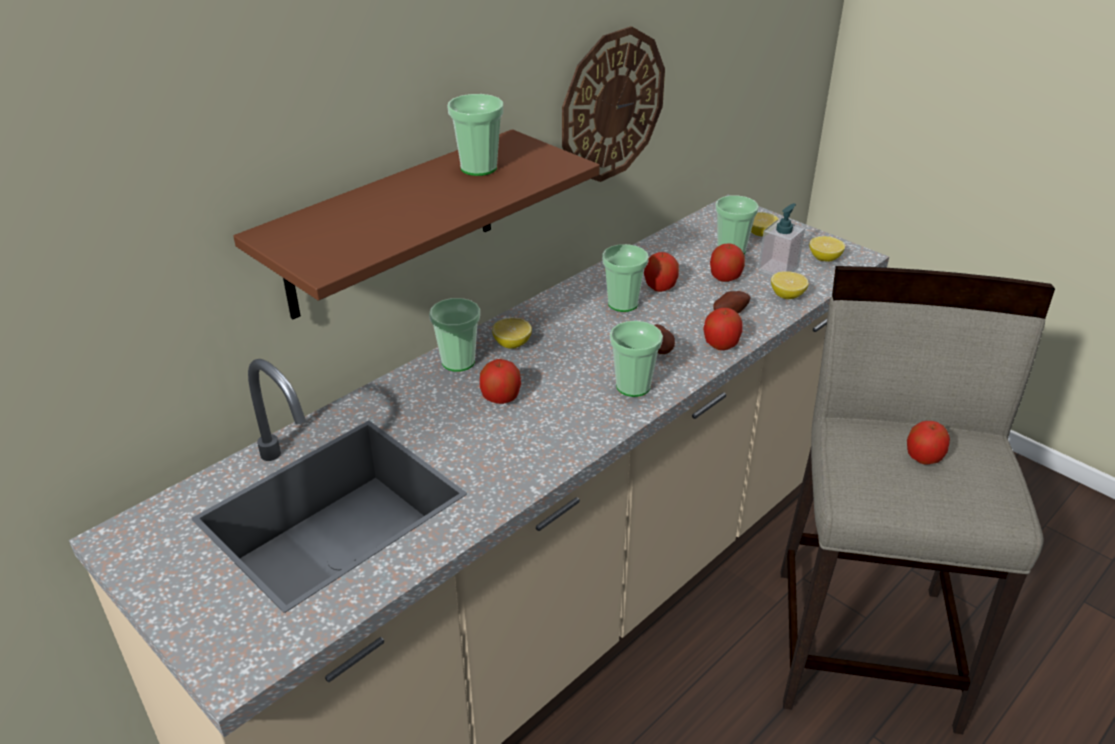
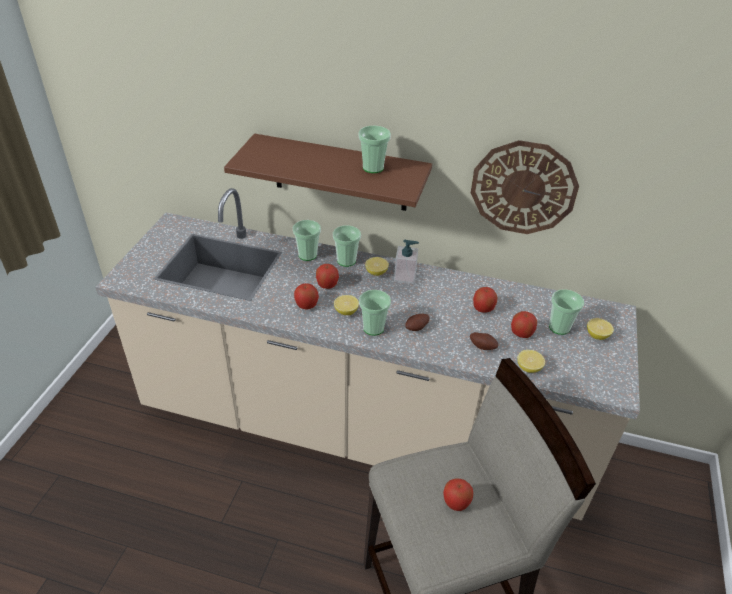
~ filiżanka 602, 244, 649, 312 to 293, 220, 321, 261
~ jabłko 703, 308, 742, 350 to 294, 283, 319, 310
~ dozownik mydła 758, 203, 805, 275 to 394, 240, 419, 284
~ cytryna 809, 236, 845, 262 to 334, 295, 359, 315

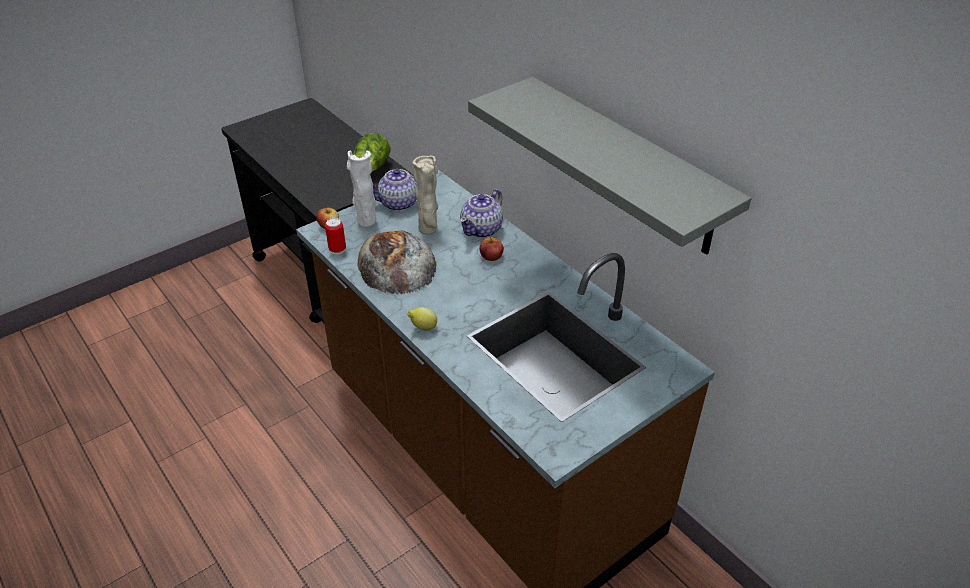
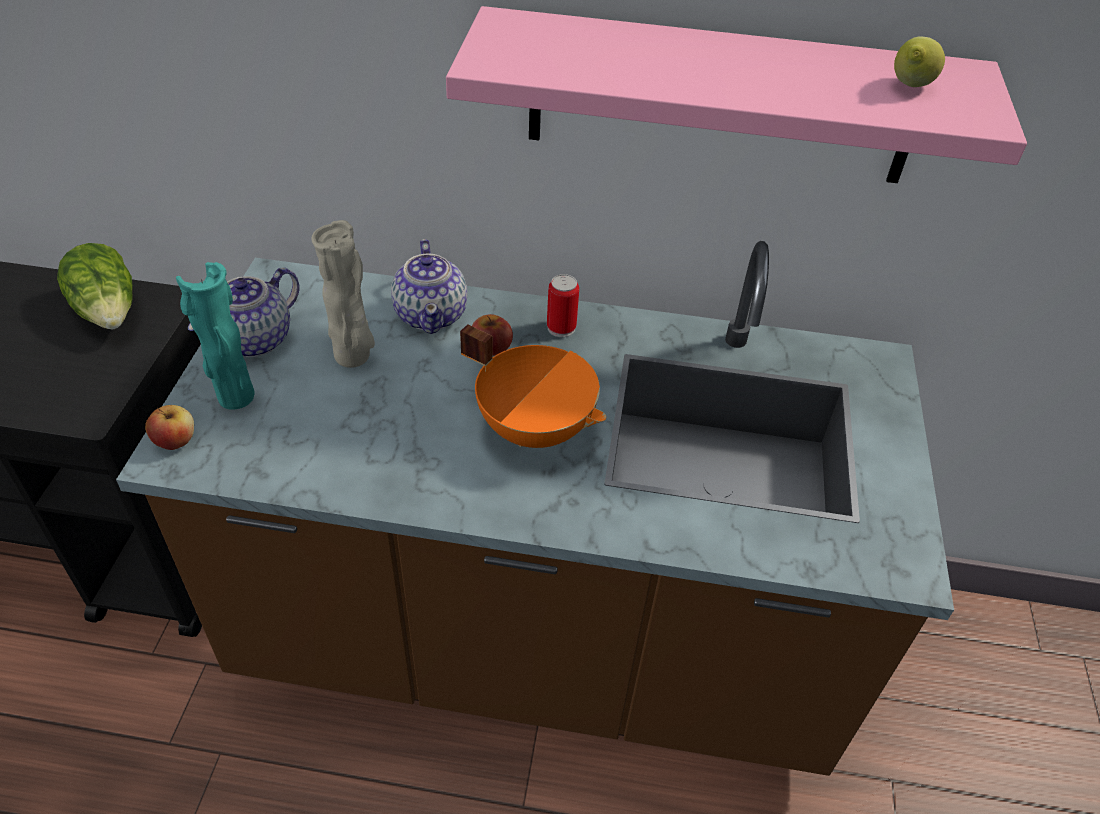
- chleb 357, 230, 437, 294
+ garnek [pomarańczowy] 460, 324, 606, 448
~ puszka 325, 218, 346, 254 to 547, 274, 579, 337
~ cytryna 408, 307, 437, 331 to 894, 36, 945, 87
~ wazon [biały] 347, 150, 376, 227 to wazon [turkusowy] 176, 262, 255, 410
~ półka [szary] 468, 77, 752, 255 to półka [różowy] 446, 6, 1027, 183

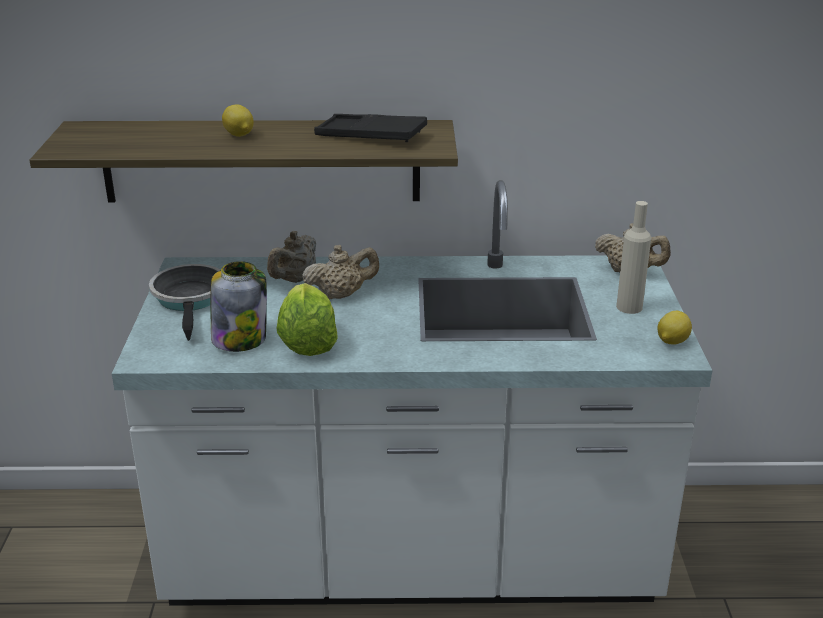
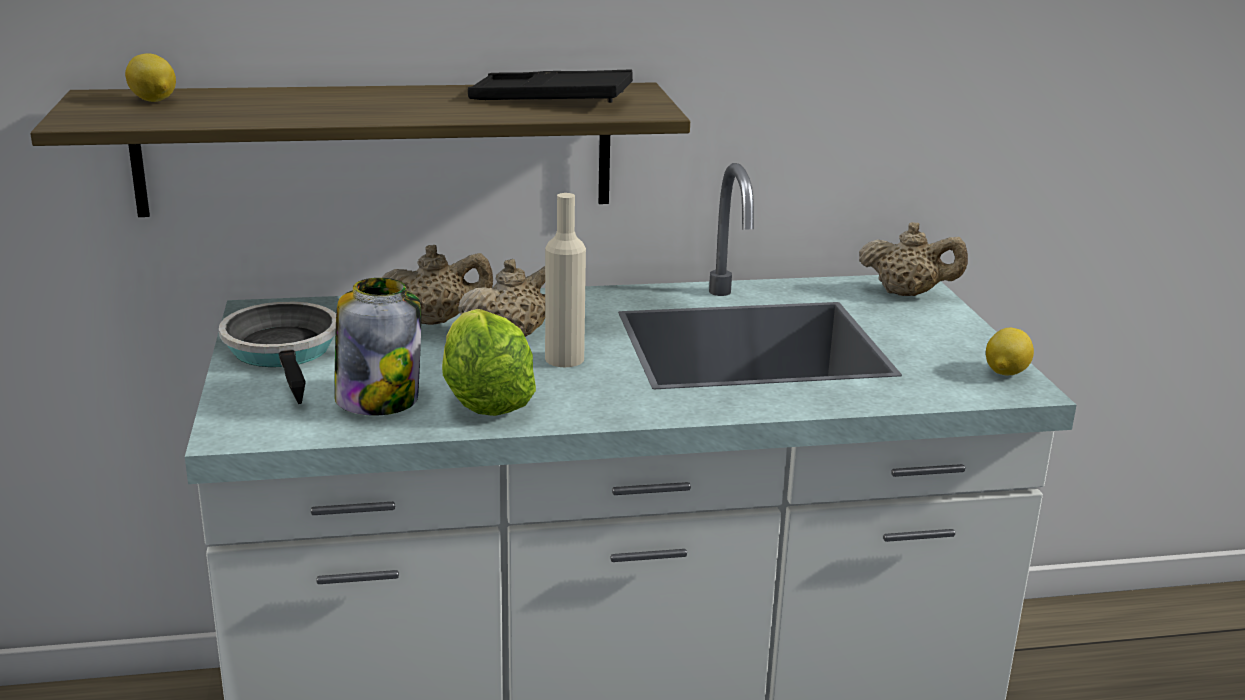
~ cytryna 222, 105, 254, 137 to 125, 53, 176, 102
~ butelka [beżowy] 616, 201, 651, 314 to 545, 193, 586, 367
~ imbryk [beżowy] 267, 231, 316, 283 = 382, 245, 493, 325 120 degrees counterclockwise

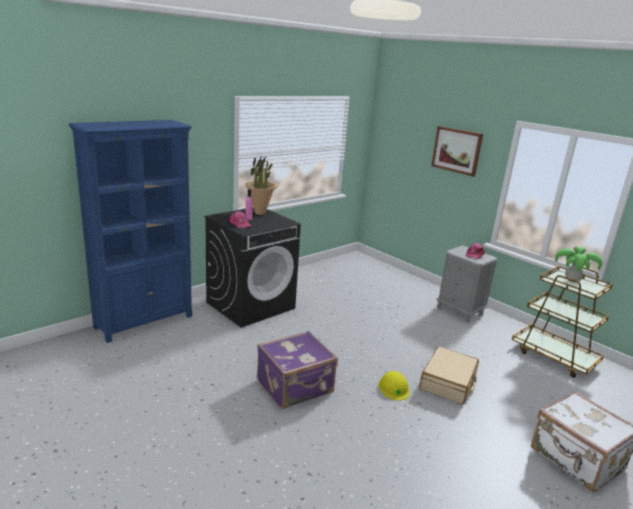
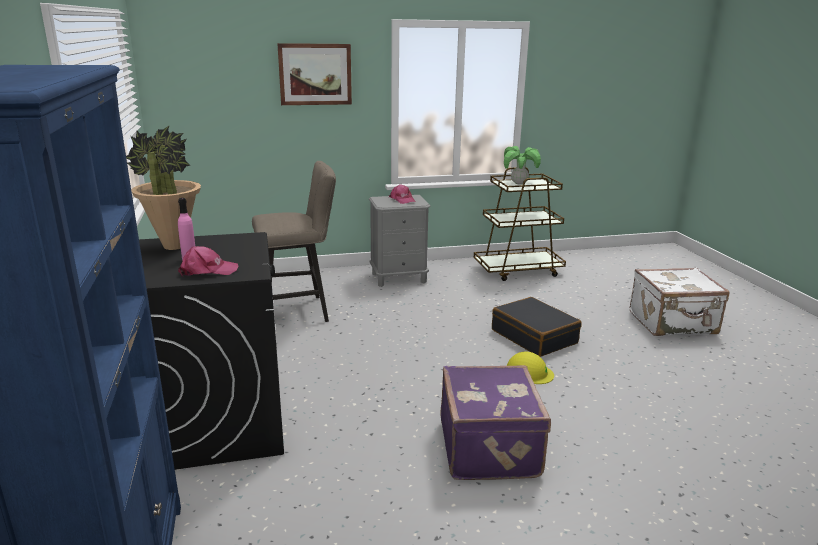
+ stołek [beżowy] 252, 161, 336, 322
~ walizka [beżowy] 420, 346, 479, 404 to walizka [czarny] 492, 297, 582, 357

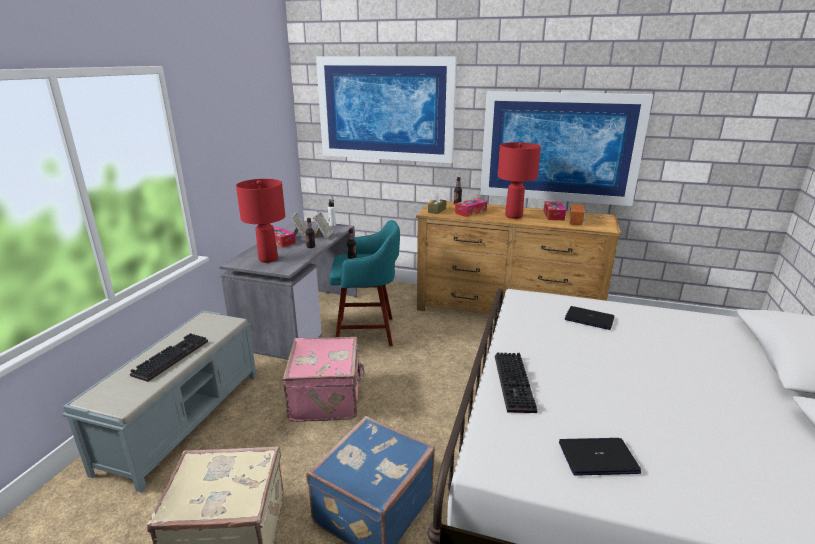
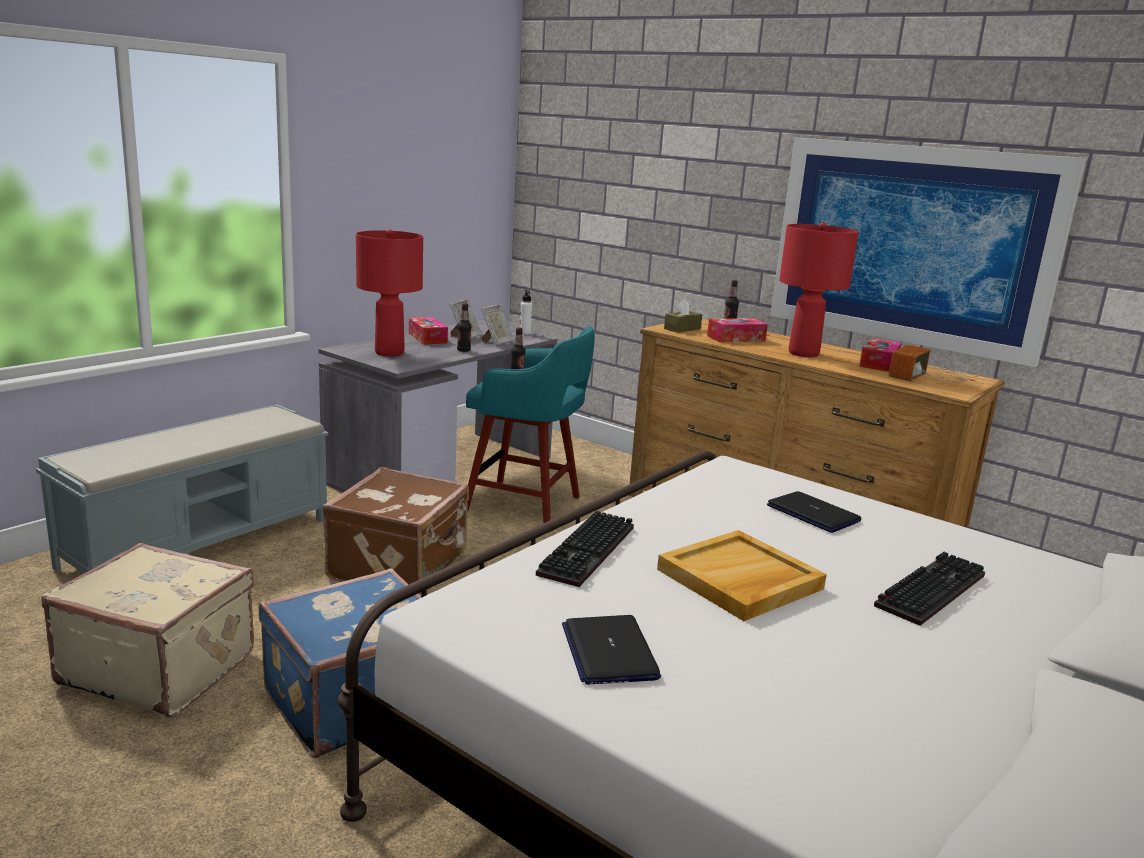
- obraz 316, 57, 457, 163
+ taca [beżowy] 657, 530, 827, 621
~ klawiatura 130, 333, 208, 382 to 874, 551, 985, 626
~ walizka [różowy] 282, 337, 365, 422 to walizka [brązowy] 322, 467, 469, 595
~ laptop 559, 438, 641, 476 = 562, 615, 661, 685 120 degrees counterclockwise

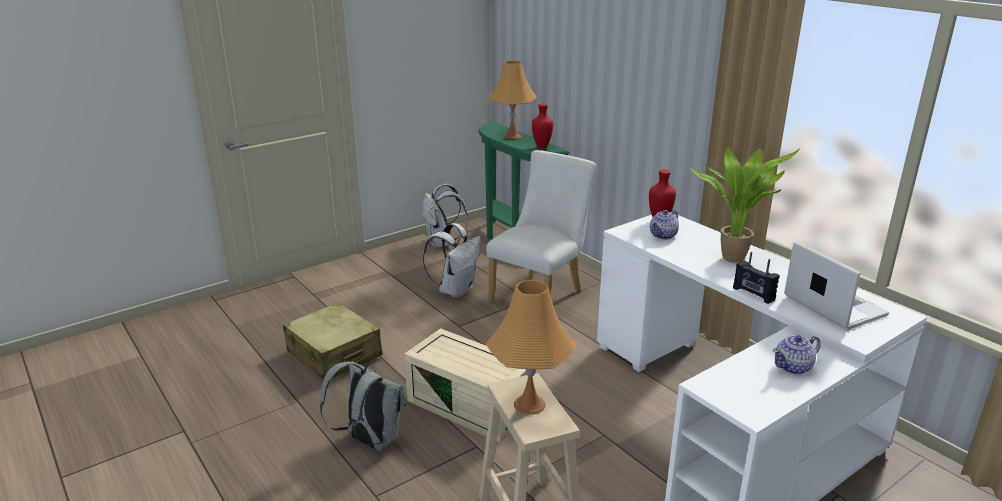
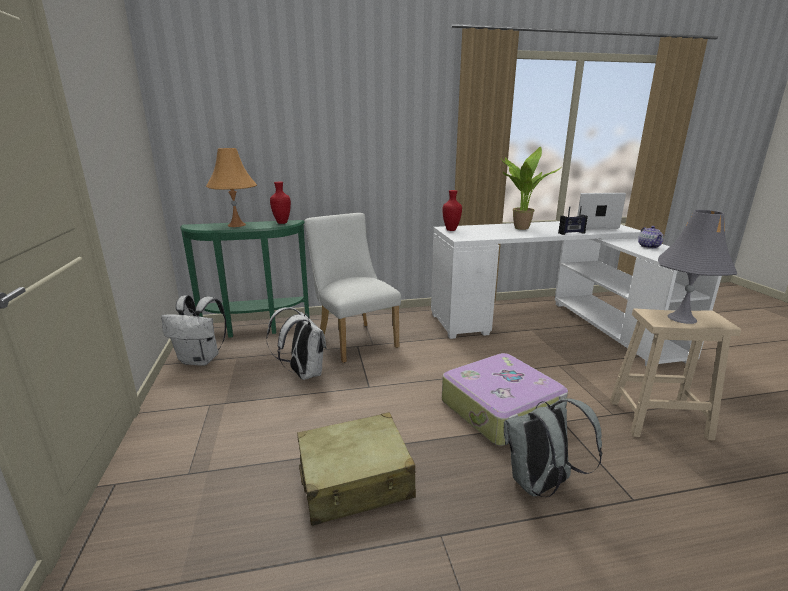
- imbryk 650, 210, 679, 240
~ pojemnik do przechowywania [beżowy] 404, 328, 526, 443 to walizka 442, 353, 568, 446
~ lampa stołowa [pomarańczowy] 486, 280, 576, 415 to lampa stołowa [szary] 658, 210, 737, 324

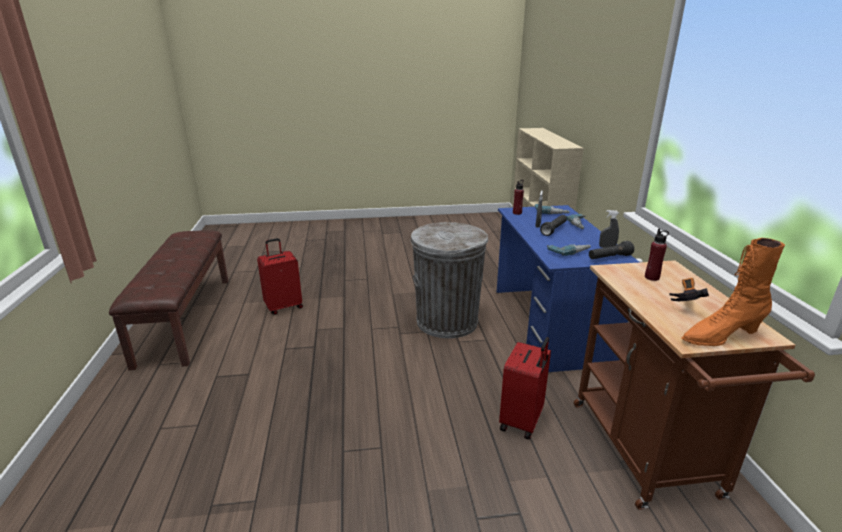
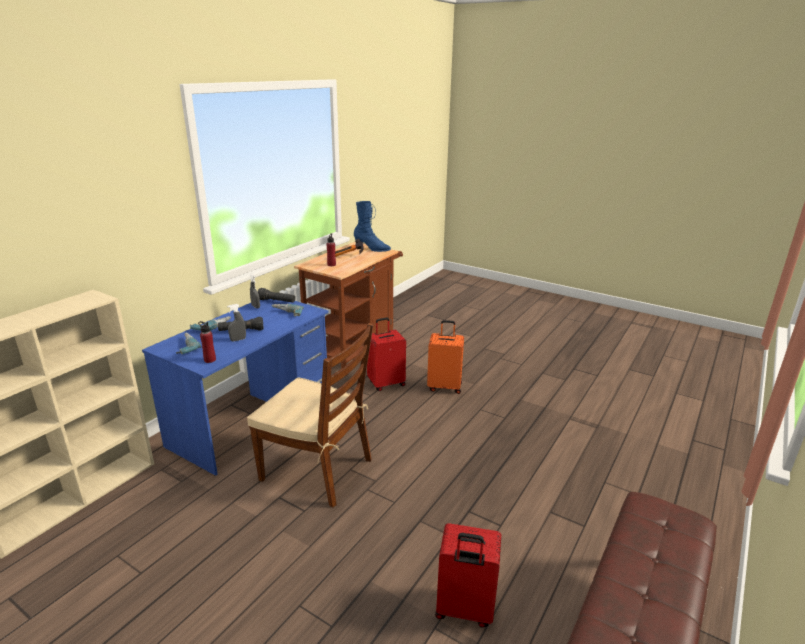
+ walizka [pomarańczowy] 427, 320, 464, 394
~ kosz na śmieci [szary] 411, 222, 488, 338 to krzesło [brązowy] 247, 323, 373, 508
~ but z cholewką [pomarańczowy] 681, 238, 785, 346 to but z cholewką [niebieski] 354, 201, 391, 252

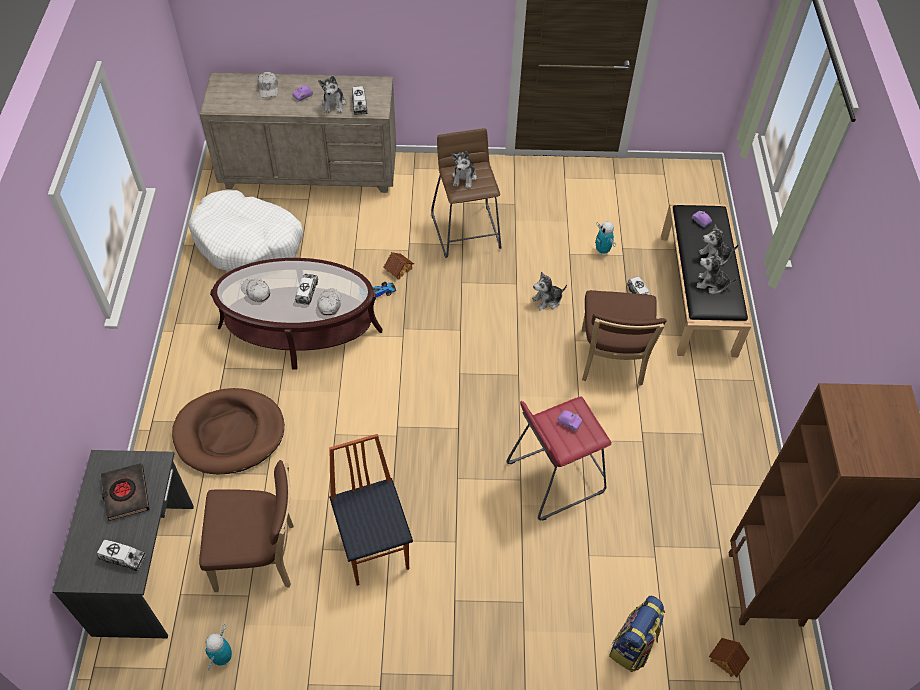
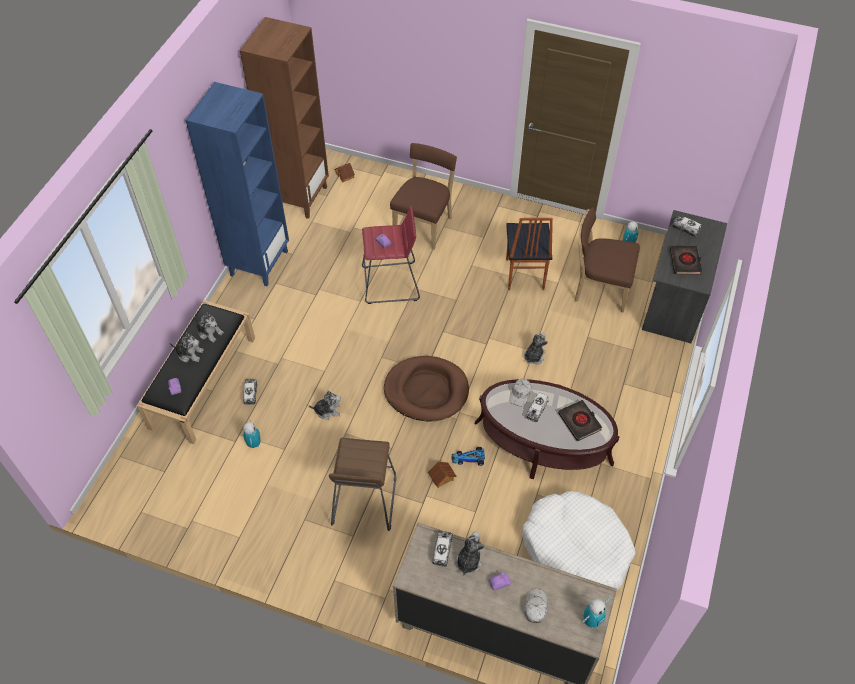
- plecak 609, 596, 665, 672
+ regał [niebieski] 185, 82, 289, 286
+ robot zabawkowy 581, 597, 611, 628
~ legowisko [brązowy] 172, 388, 284, 474 to 384, 356, 469, 421
~ pluszak 451, 152, 477, 189 to 524, 333, 548, 365
~ krzesło [brązowy] 582, 290, 667, 386 to 390, 143, 457, 249
~ czapka z daszkiem [biały] 241, 279, 270, 302 to książka [czarny] 558, 400, 602, 441

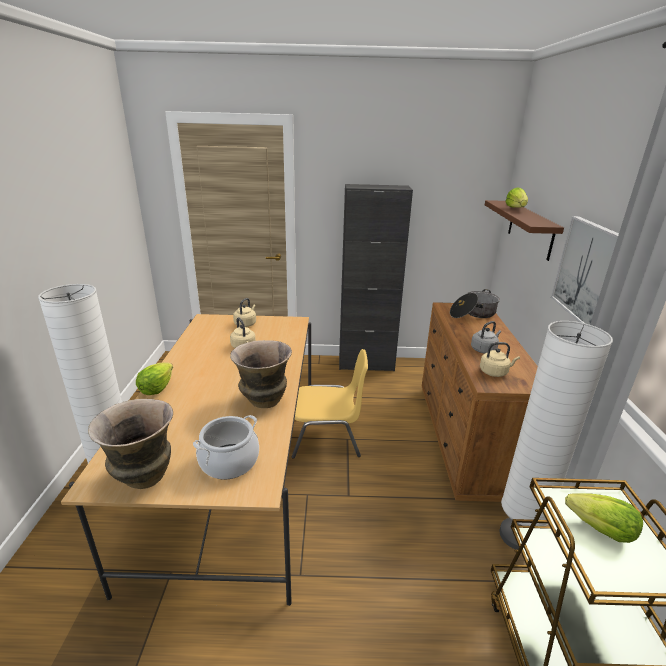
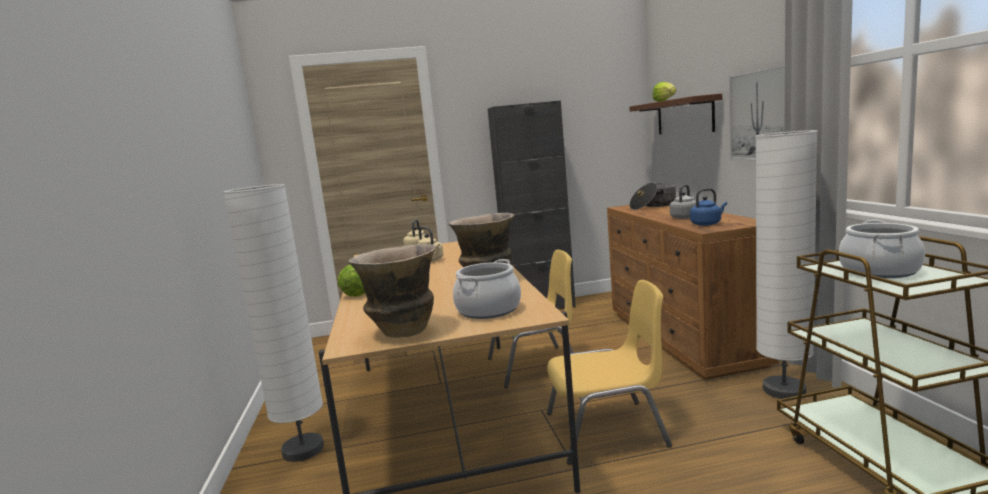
+ krzesło [żółty] 547, 280, 672, 465
~ sałata 565, 493, 643, 543 to garnek 839, 220, 925, 278
~ czajnik [beżowy] 480, 342, 520, 377 to czajnik [niebieski] 690, 188, 727, 226

